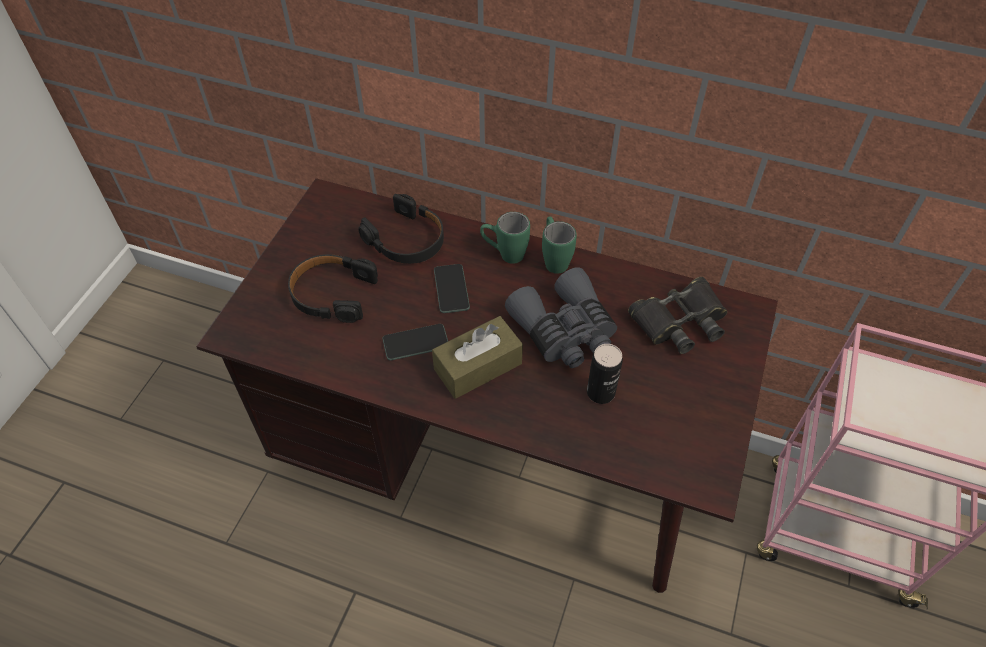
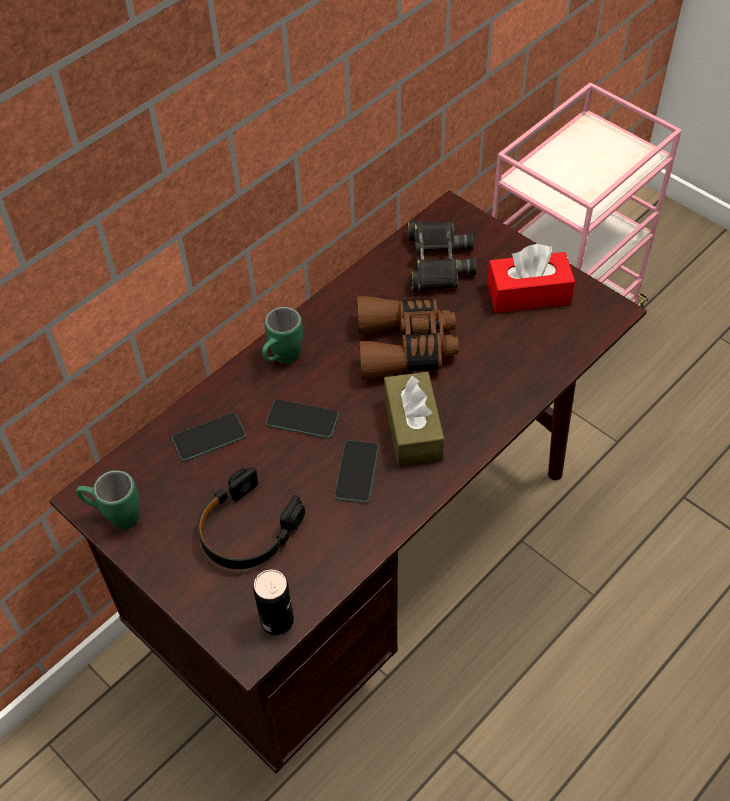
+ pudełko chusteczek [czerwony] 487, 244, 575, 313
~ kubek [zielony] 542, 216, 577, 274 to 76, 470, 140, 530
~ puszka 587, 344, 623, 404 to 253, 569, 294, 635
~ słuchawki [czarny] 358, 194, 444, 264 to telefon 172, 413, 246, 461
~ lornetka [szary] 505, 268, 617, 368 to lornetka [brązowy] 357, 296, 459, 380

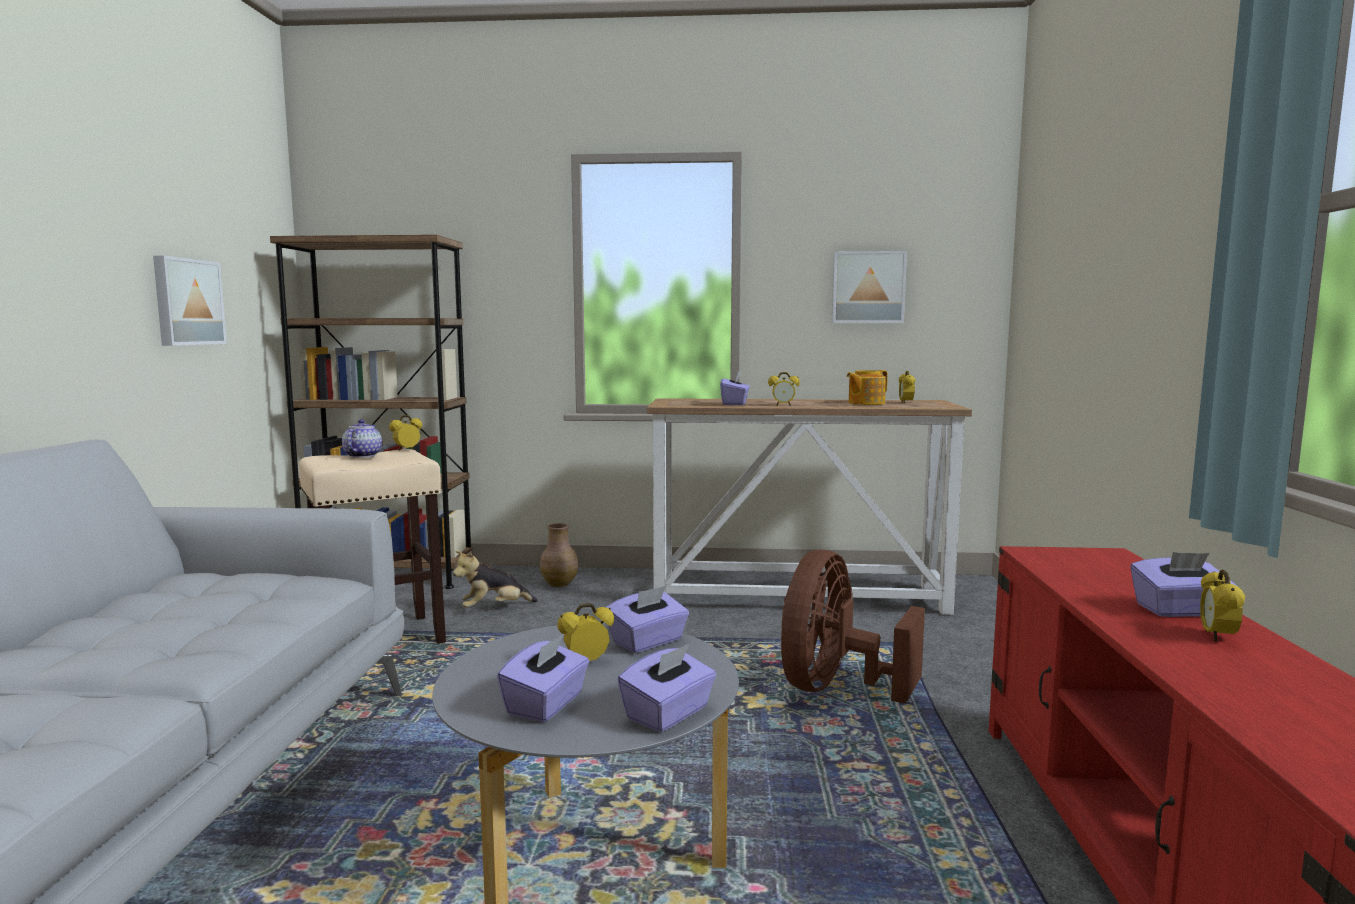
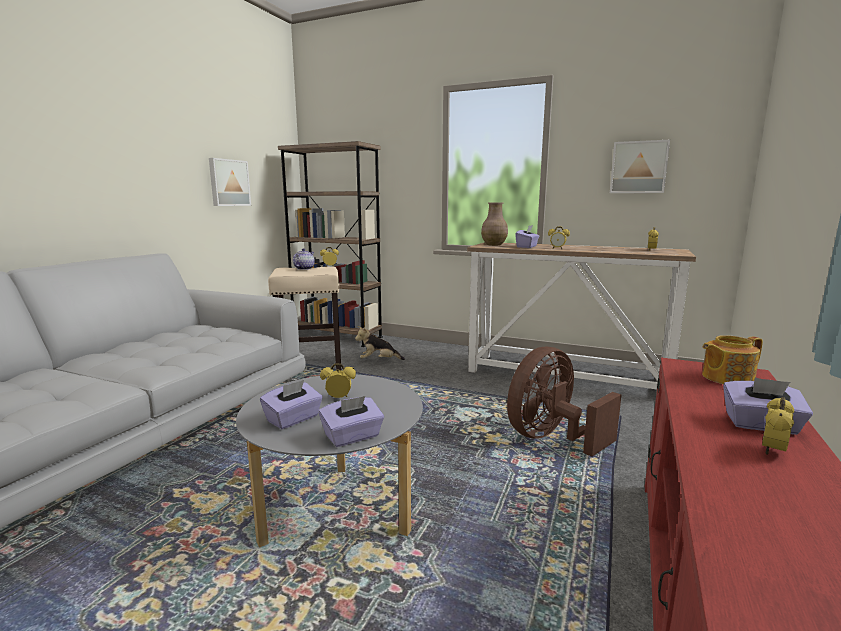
- pudełko chusteczek [fioletowy] 606, 586, 689, 653
~ wazon [brązowy] 540, 523, 578, 587 to 481, 203, 508, 246
~ imbryk 847, 370, 888, 405 to 702, 335, 763, 384

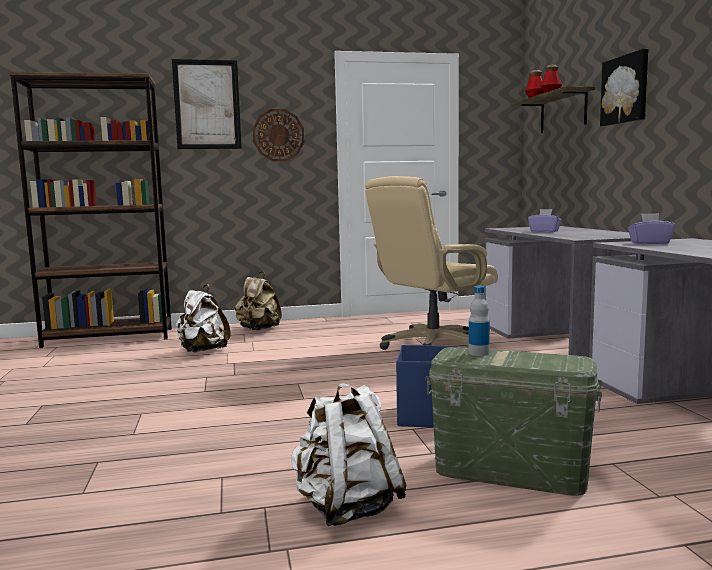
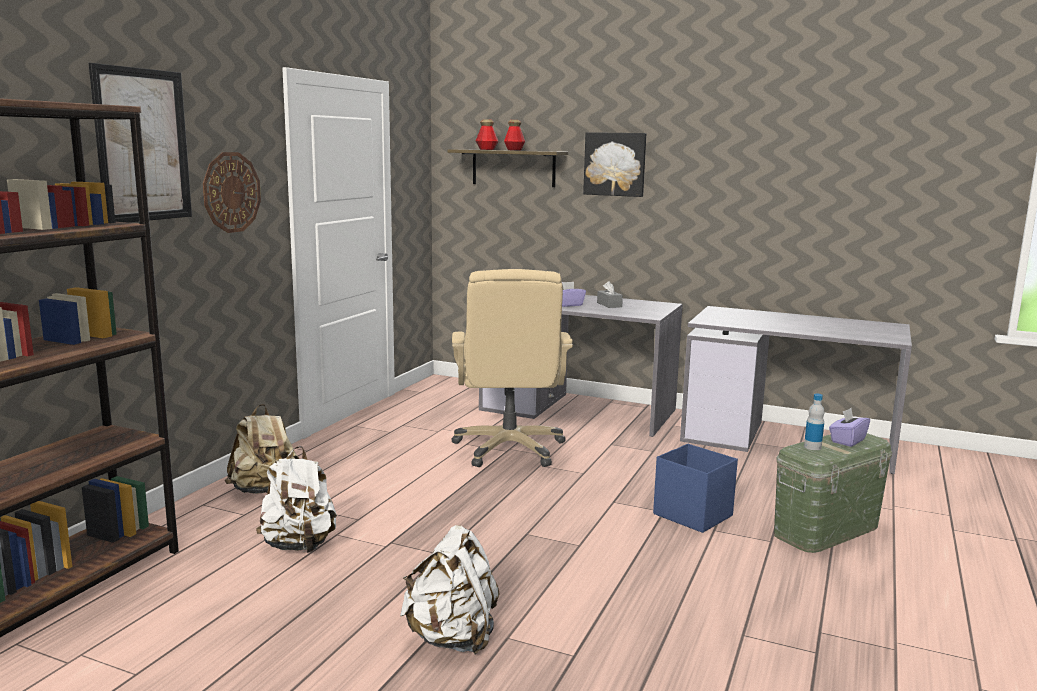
+ pudełko chusteczek [szary] 597, 281, 623, 308
~ plecak [biały] 291, 383, 406, 526 to 400, 525, 499, 654
~ pudełko chusteczek [fioletowy] 628, 213, 675, 244 to 829, 408, 870, 447

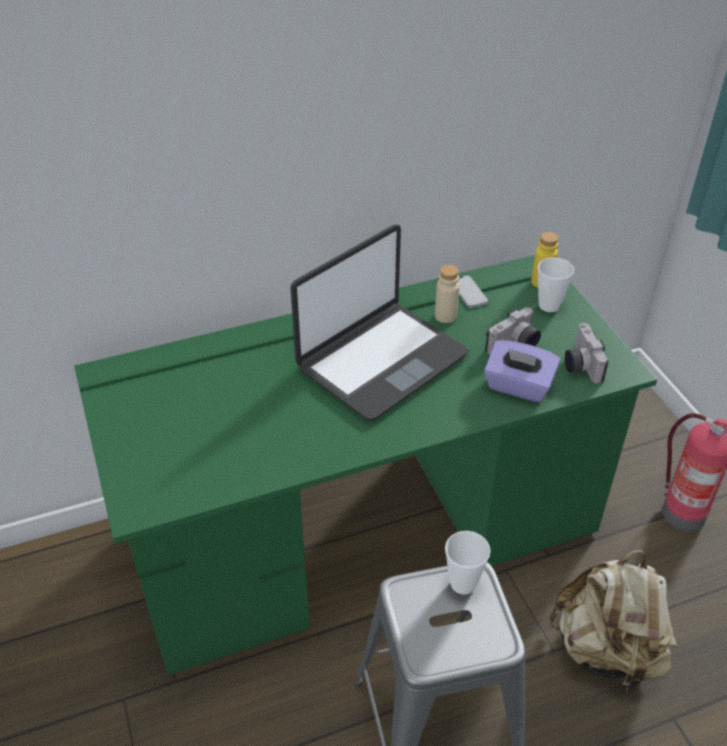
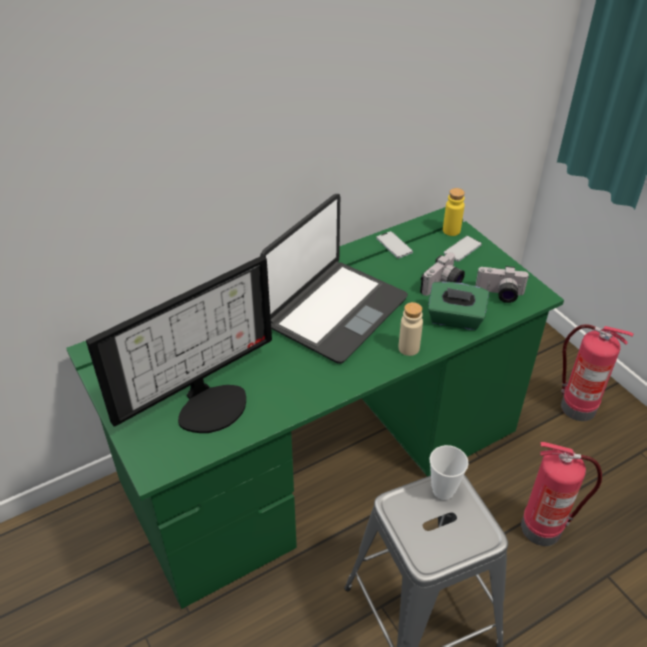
+ monitor 86, 255, 272, 433
~ butelka [beżowy] 435, 265, 460, 323 to 399, 302, 423, 356
~ filiżanka 538, 258, 574, 312 to telefon 444, 236, 482, 262
~ plecak [beżowy] 549, 550, 677, 691 to gaśnica 521, 442, 602, 546
~ pudełko chusteczek [fioletowy] 484, 340, 560, 402 to pudełko chusteczek [zielony] 428, 282, 489, 330
~ aparat fotograficzny 565, 323, 609, 384 = 475, 266, 529, 303 60 degrees counterclockwise

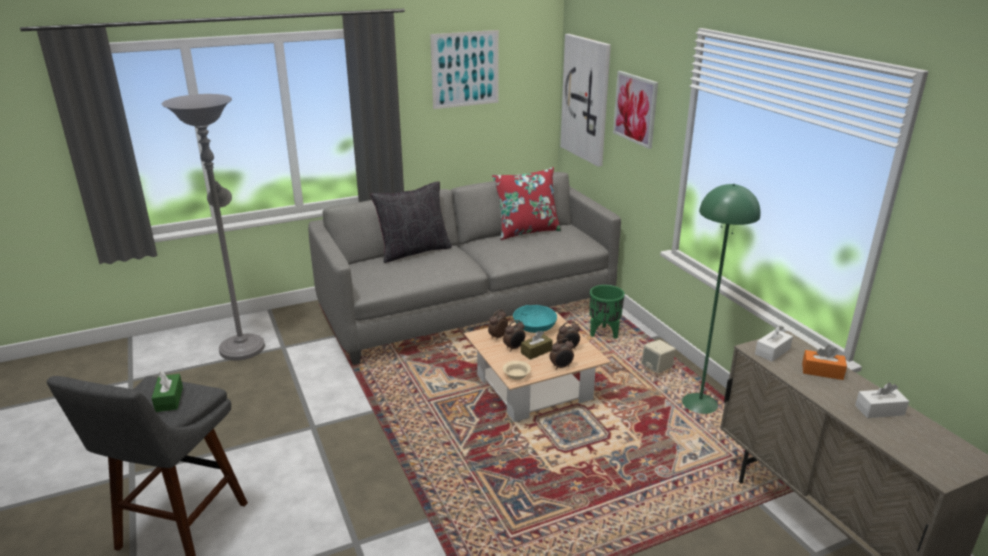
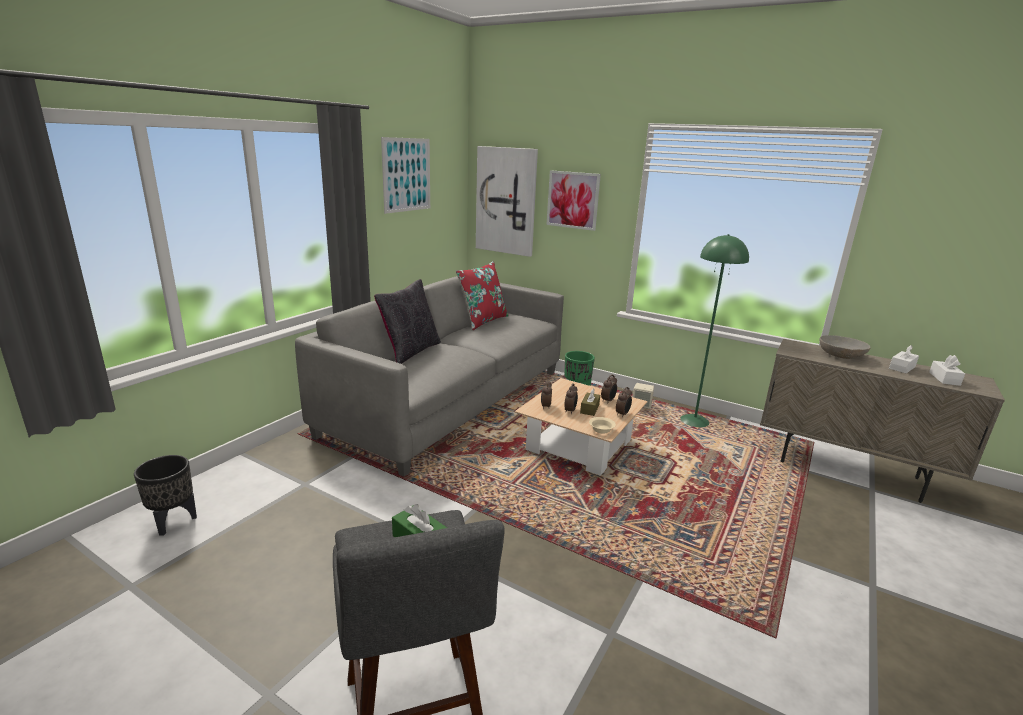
- lampa stojąca [szary] 162, 94, 265, 361
- miska [turkusowy] 513, 305, 557, 333
+ donica [czarny] 134, 455, 197, 536
~ pudełko chusteczek [biały] 755, 325, 793, 362 to 929, 355, 965, 386
~ pudełko chusteczek [pomarańczowy] 802, 345, 847, 380 to miska [szary] 820, 335, 871, 359

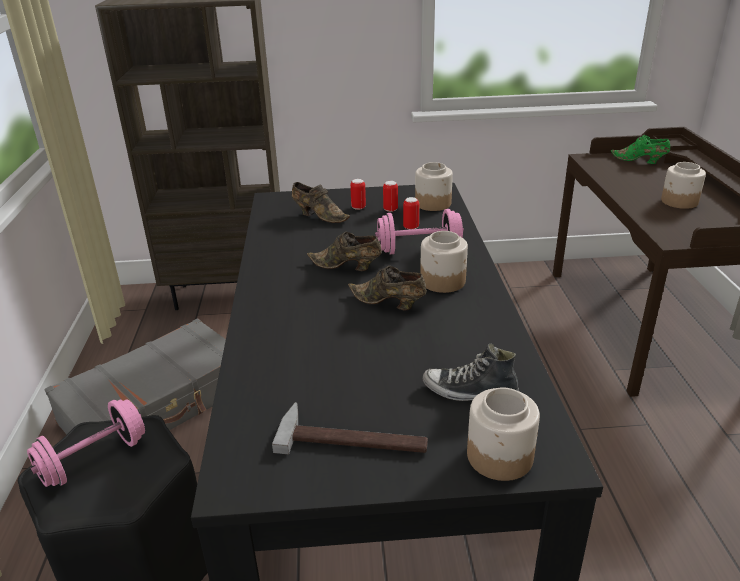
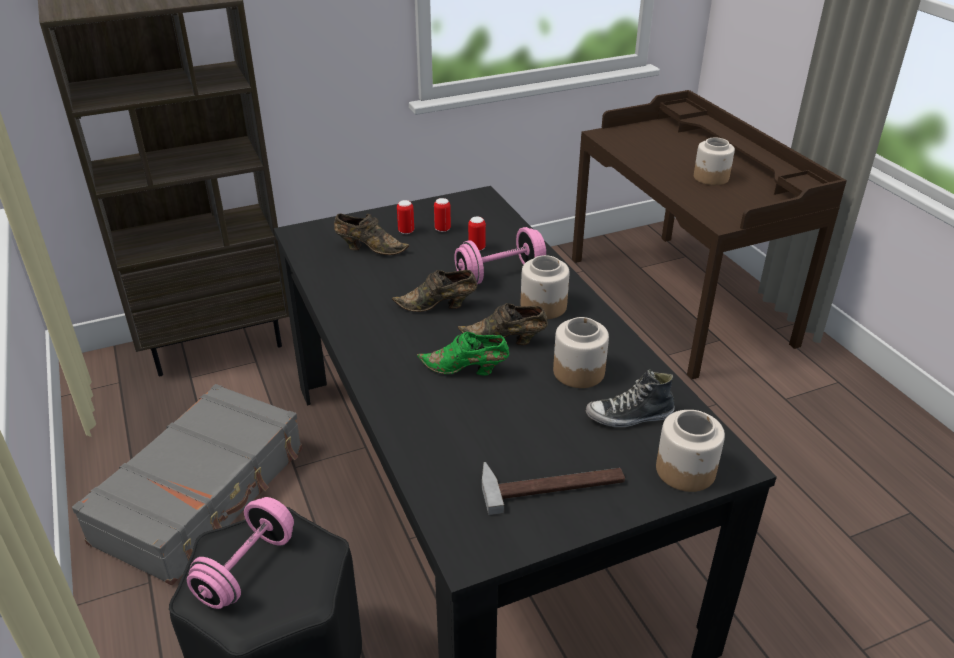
~ słoik 415, 162, 453, 211 to 553, 317, 609, 388
~ but [zielony] 611, 135, 670, 164 to 417, 332, 509, 376

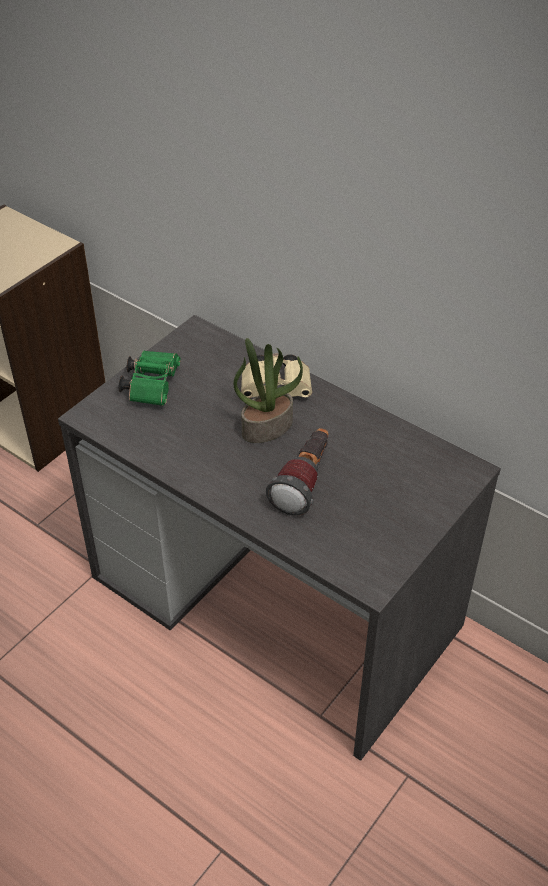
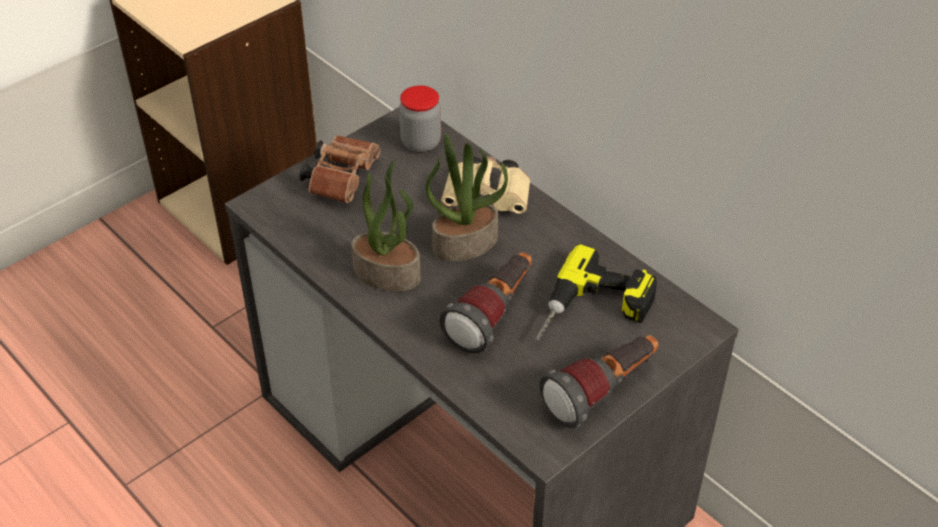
+ roślina doniczkowa 351, 160, 421, 291
+ słoik 399, 85, 441, 152
+ wiertarka 536, 244, 657, 340
+ latarka 539, 335, 659, 428
~ lornetka [zielony] 119, 351, 180, 406 to lornetka [brązowy] 300, 135, 380, 203

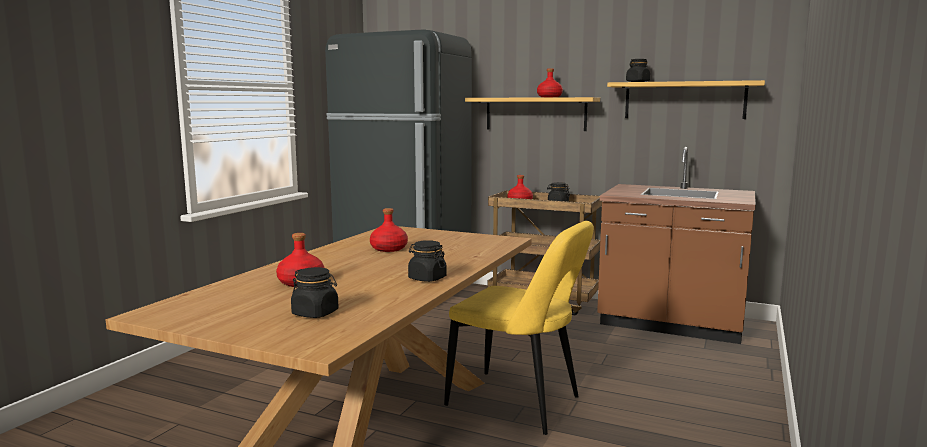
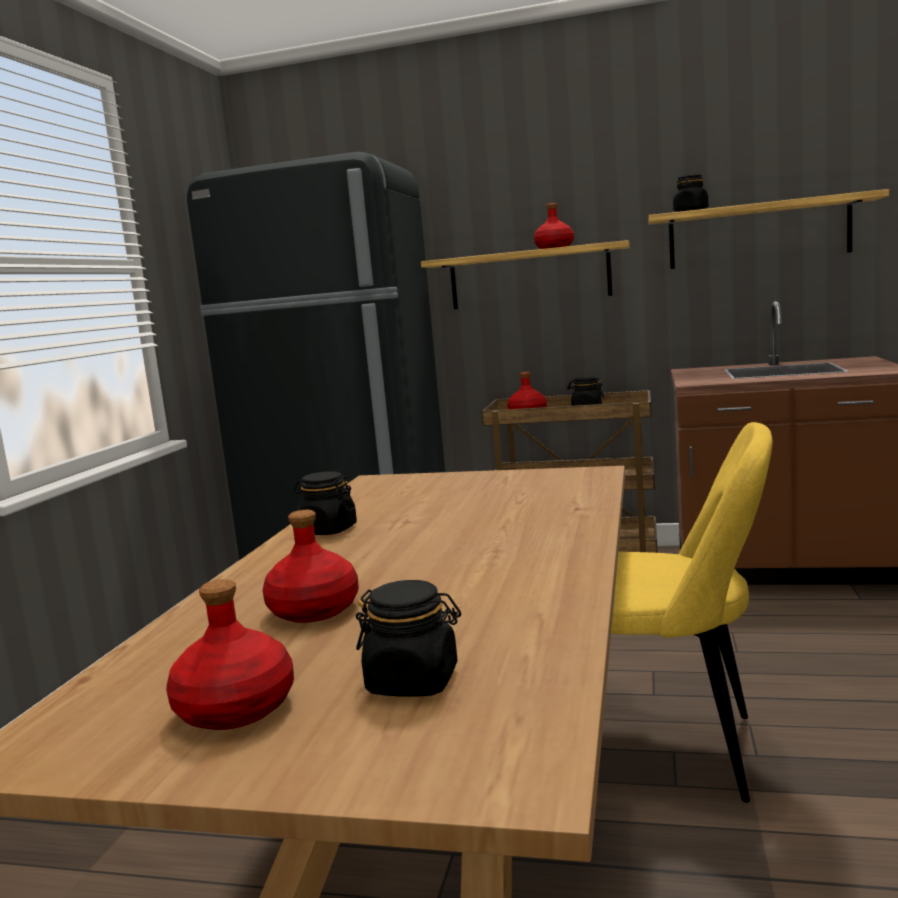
~ butelka [czerwony] 370, 208, 408, 252 to 166, 579, 294, 730
~ słoik [czarny] 408, 240, 447, 282 to 294, 471, 357, 535

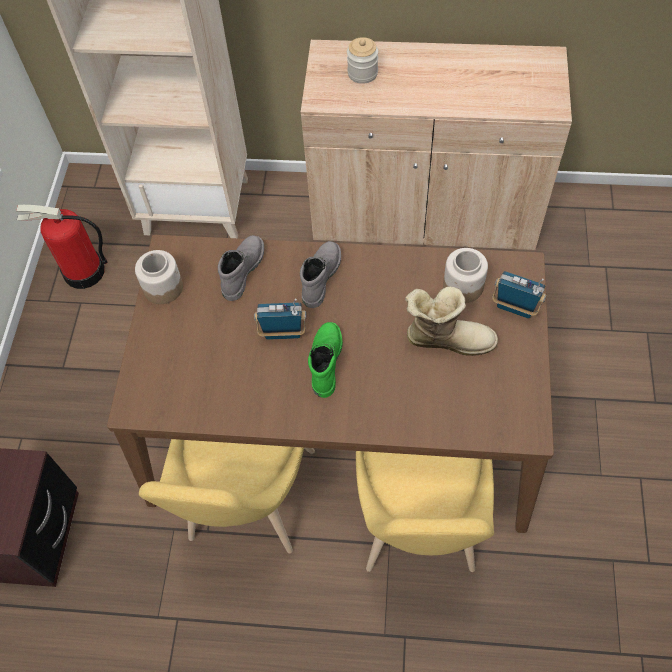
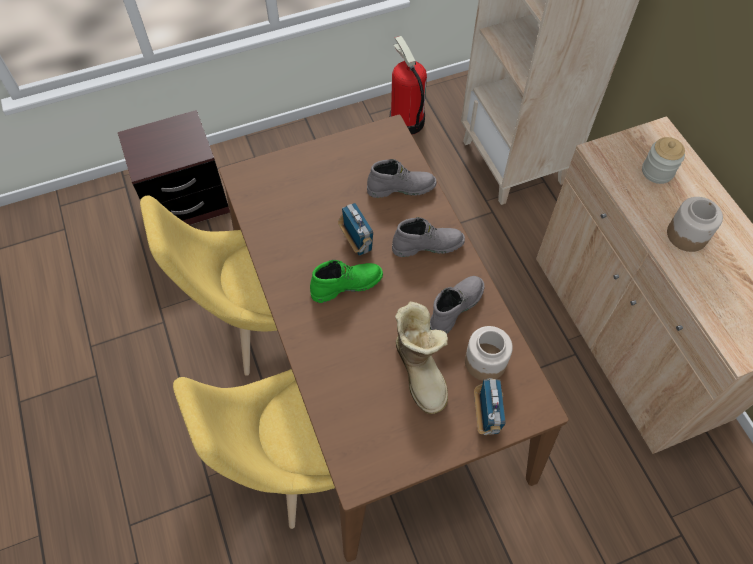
+ but z cholewką [szary] 430, 276, 484, 334
~ słoik 135, 250, 183, 304 to 667, 197, 723, 252

